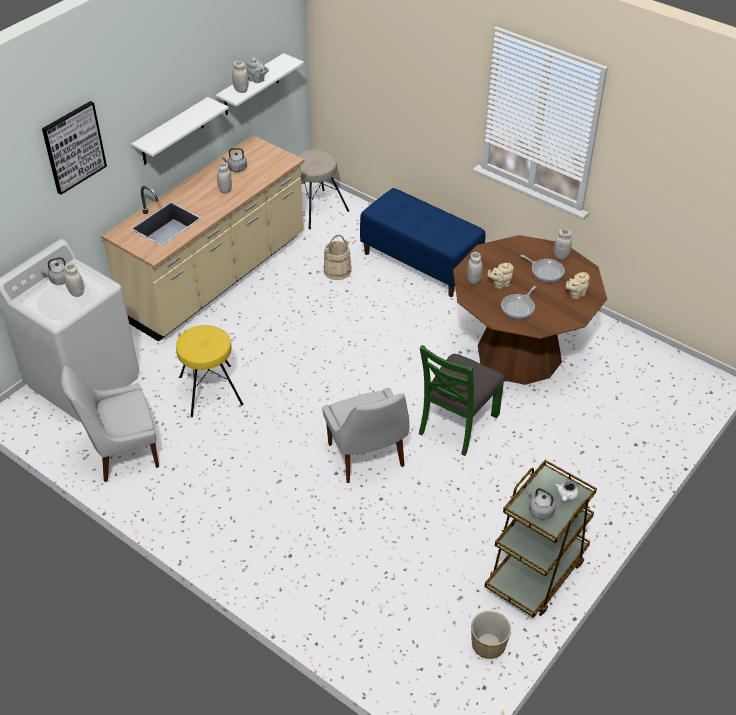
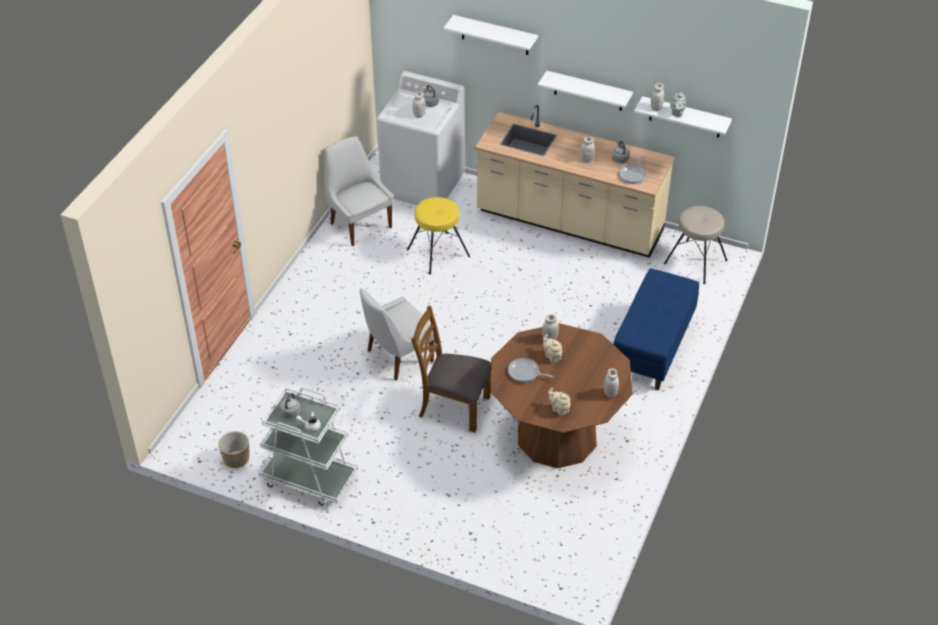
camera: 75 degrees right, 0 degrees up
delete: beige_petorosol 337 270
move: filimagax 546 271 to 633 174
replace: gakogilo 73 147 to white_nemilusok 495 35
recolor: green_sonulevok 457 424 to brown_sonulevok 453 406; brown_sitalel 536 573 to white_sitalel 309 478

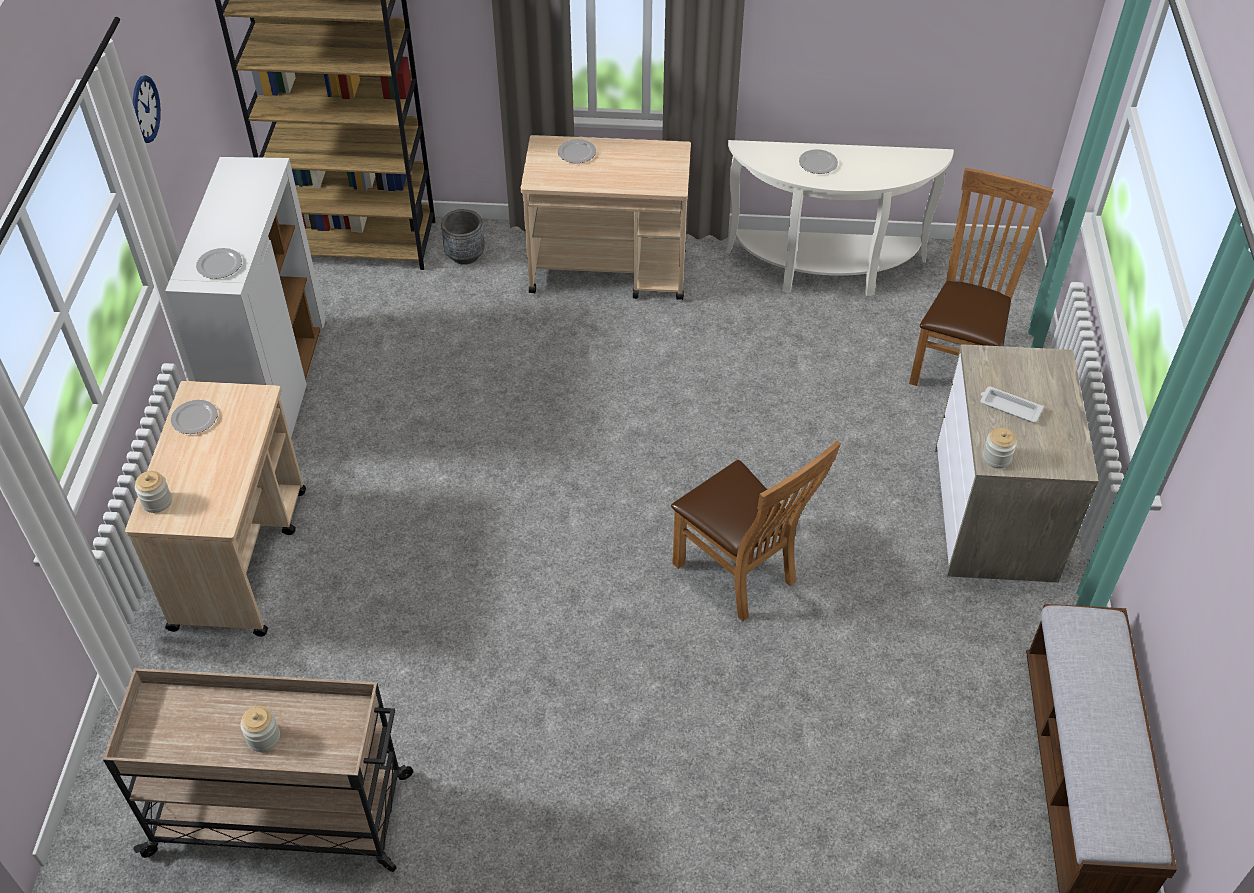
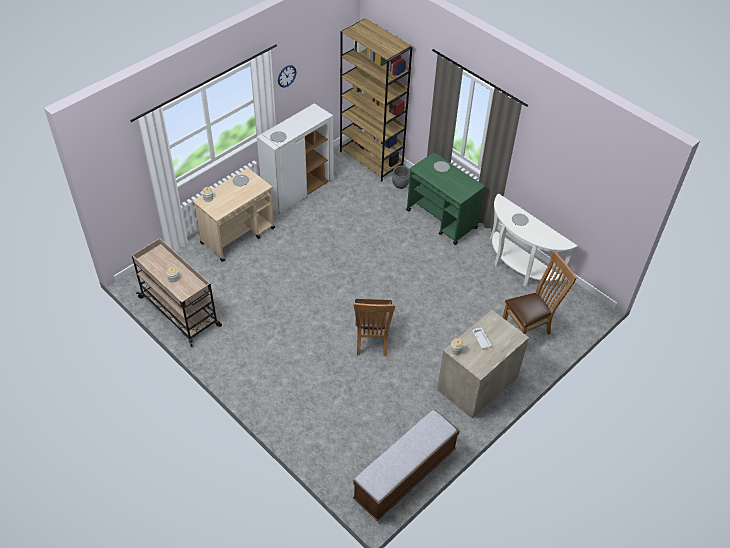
camera: 40 degrees right, 0 degrees up
recolor: beige_sitalel 610 271 to green_sitalel 442 219

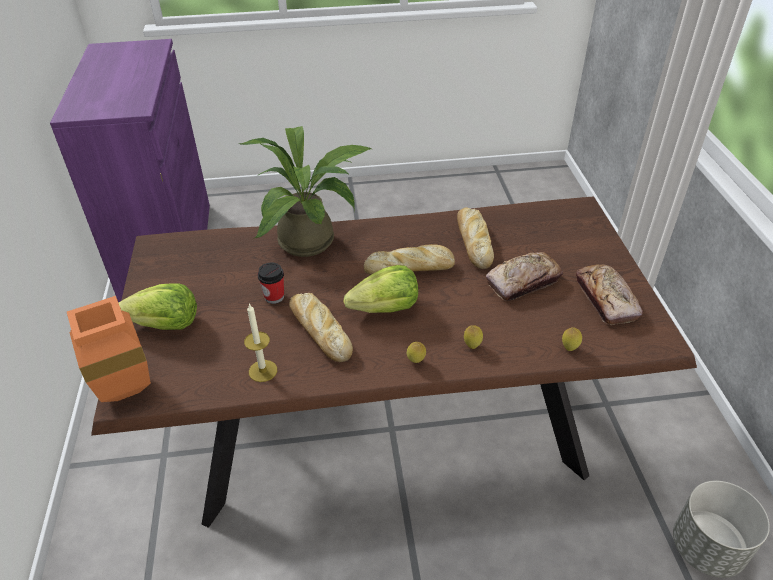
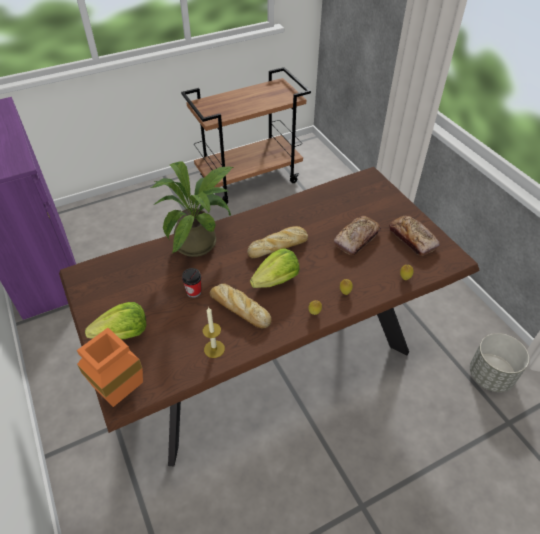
camera: 20 degrees left, 5 degrees up
delete: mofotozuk 473 241
insert: brown_sitalel 250 179

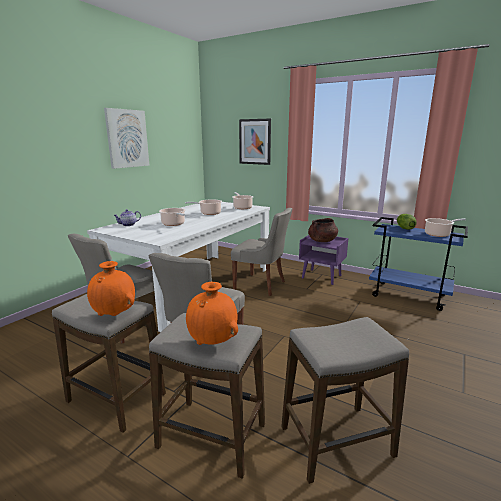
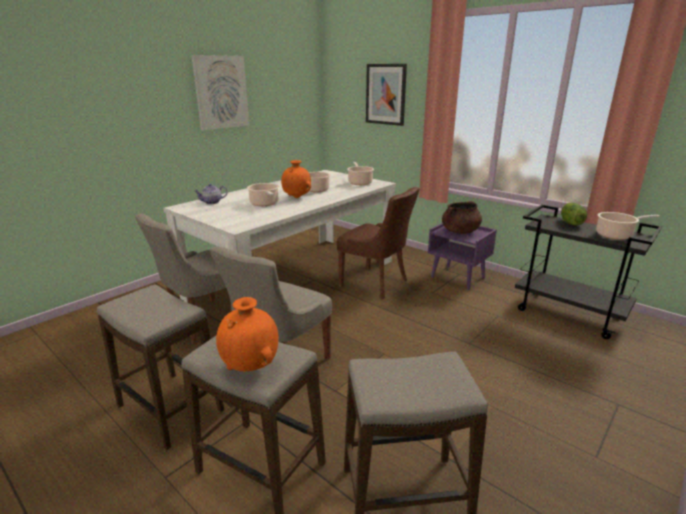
camera: 10 degrees right, 5 degrees up
move: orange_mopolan 115 314 to 297 197
recolor: grey_sonulevok 261 285 to brown_sonulevok 375 283; blue_sitalel 409 296 to black_sitalel 569 314

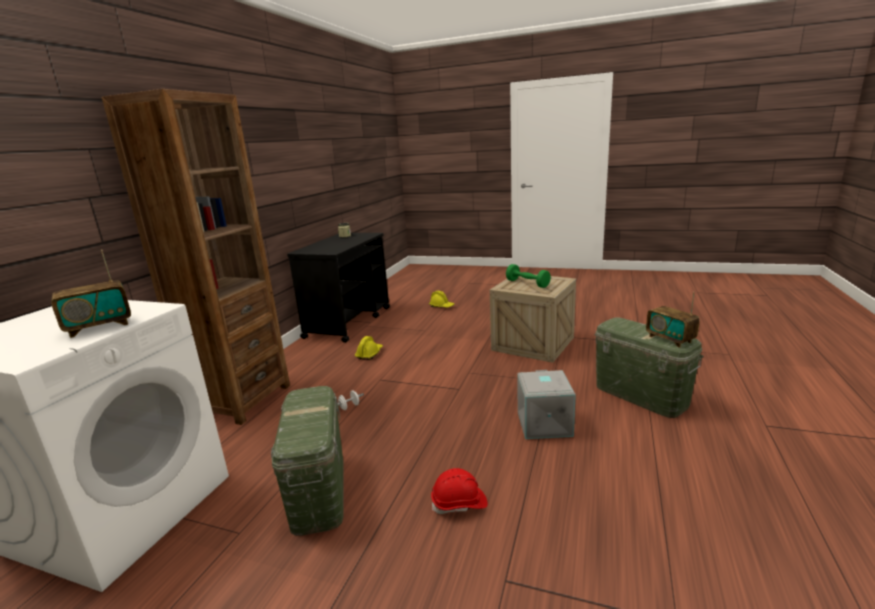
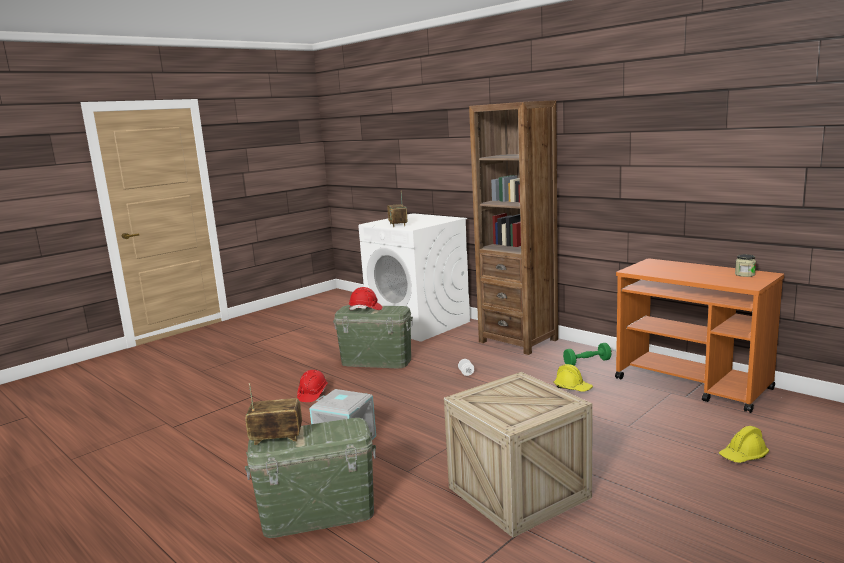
camera: 115 degrees right, 5 degrees down
insert: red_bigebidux 365 309
move: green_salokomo 527 283 to 587 362
recolor: black_sitalel 349 322 to orange_sitalel 693 384

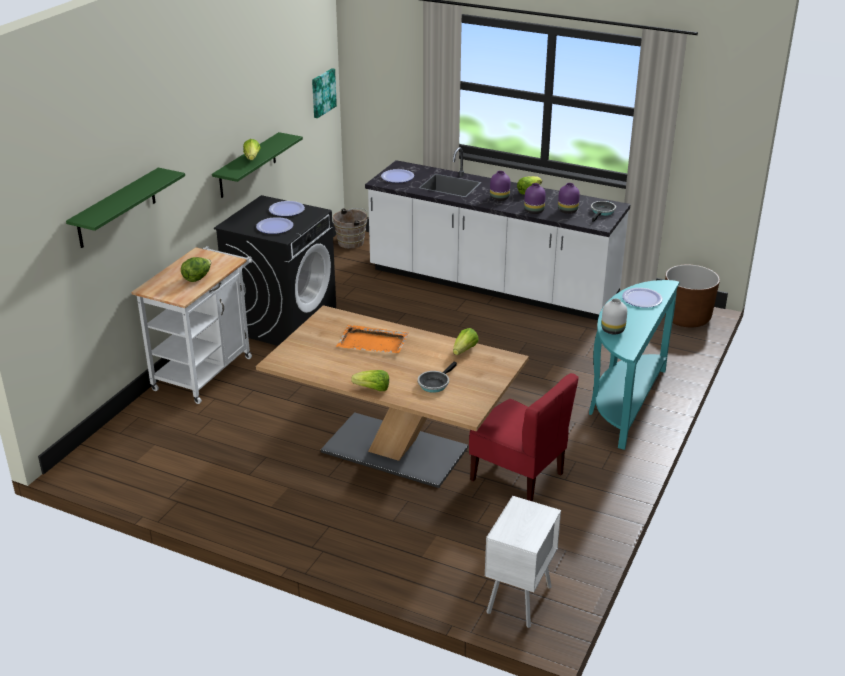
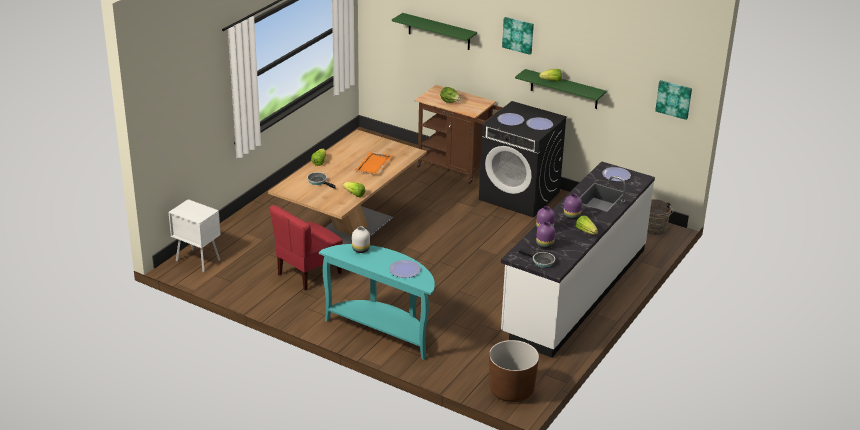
camera: 95 degrees right, 0 degrees up
insert: gakogilo 518 35
recolor: white_sitalel 206 370 to brown_sitalel 457 169

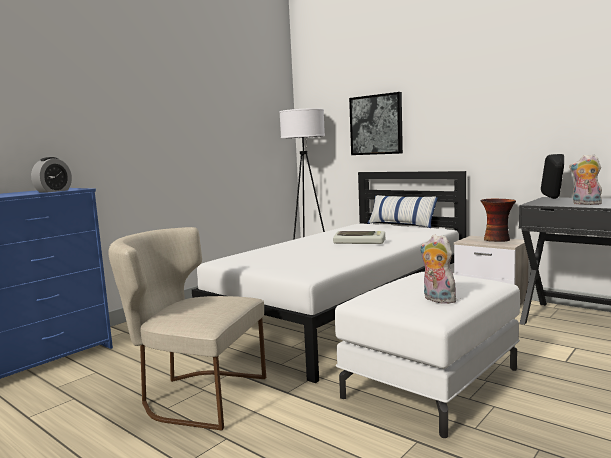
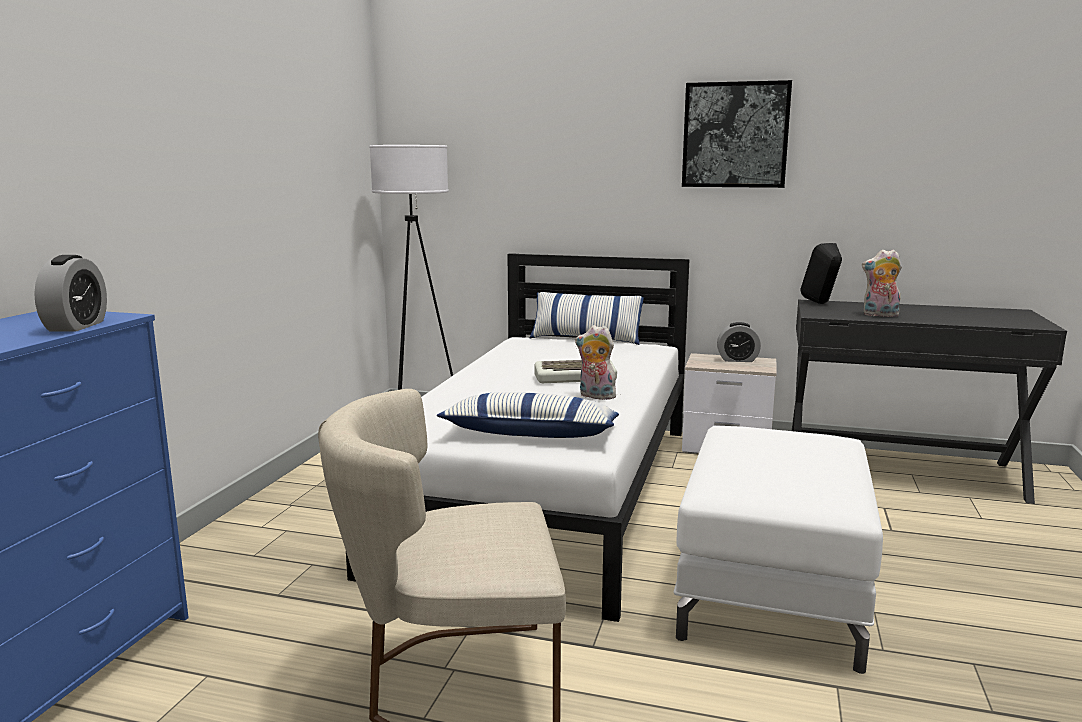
camera: 25 degrees left, 5 degrees up
insert: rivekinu 531 434
move: gakogilo 376 125 to 735 135; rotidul 437 300 to 595 396
replace: mopolan 497 239 to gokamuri 737 360

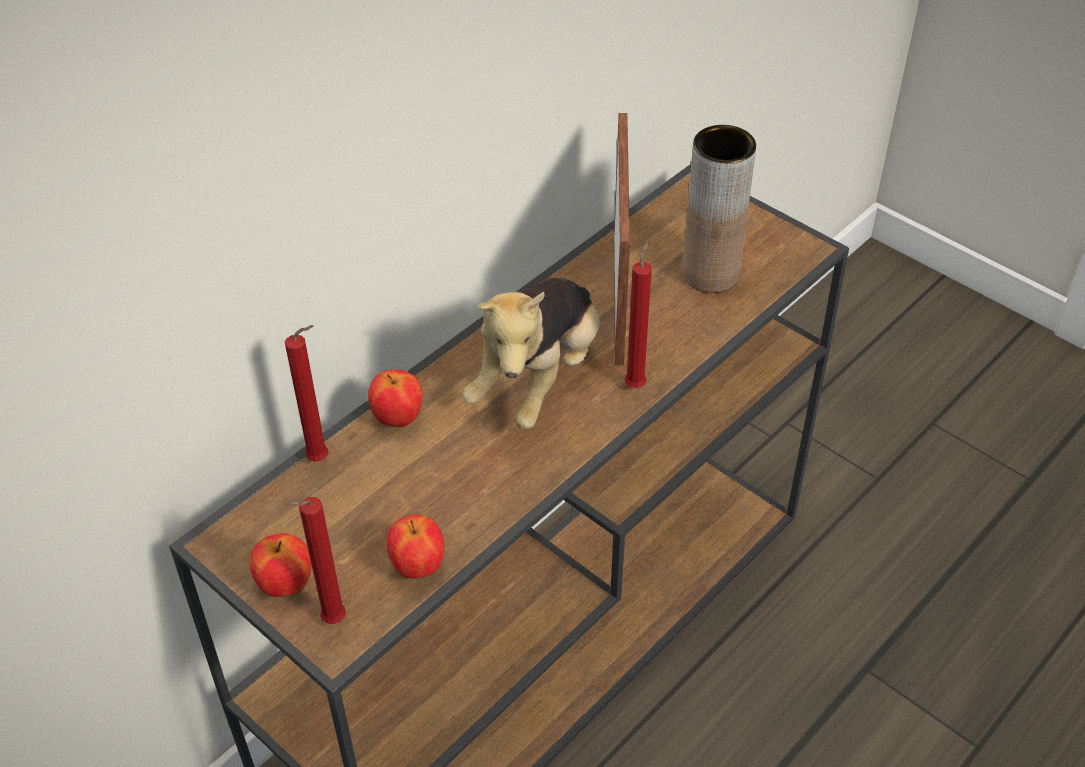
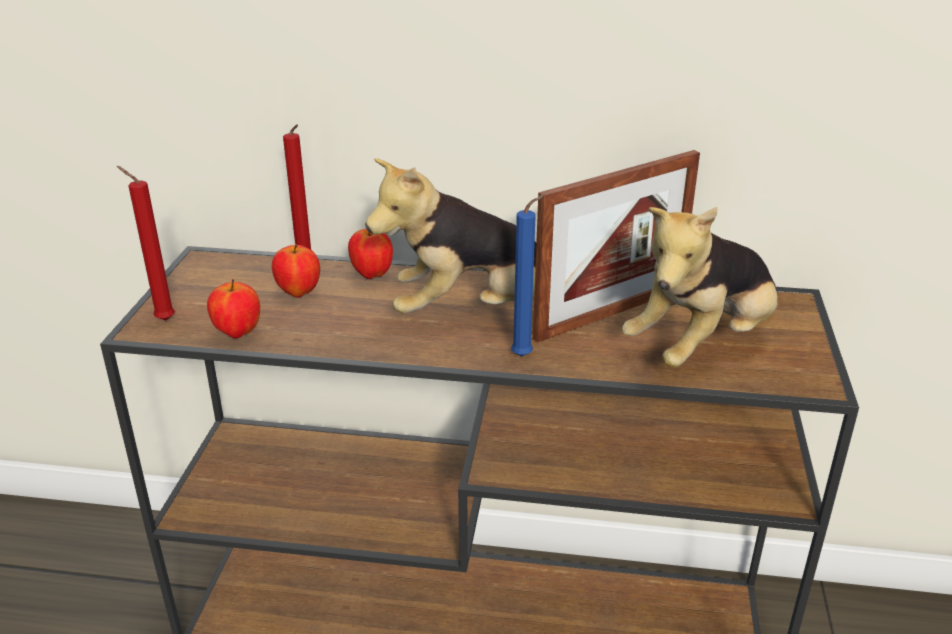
camera: 55 degrees right, 15 degrees down
move: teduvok 286 585 to 298 293
replace: brown_mopolan 710 274 to rotidul 702 345
recolor: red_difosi 636 384 to blue_difosi 525 356

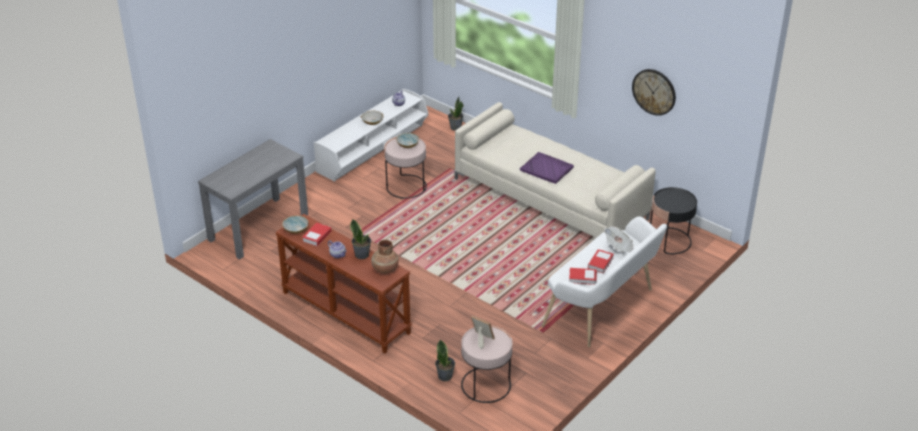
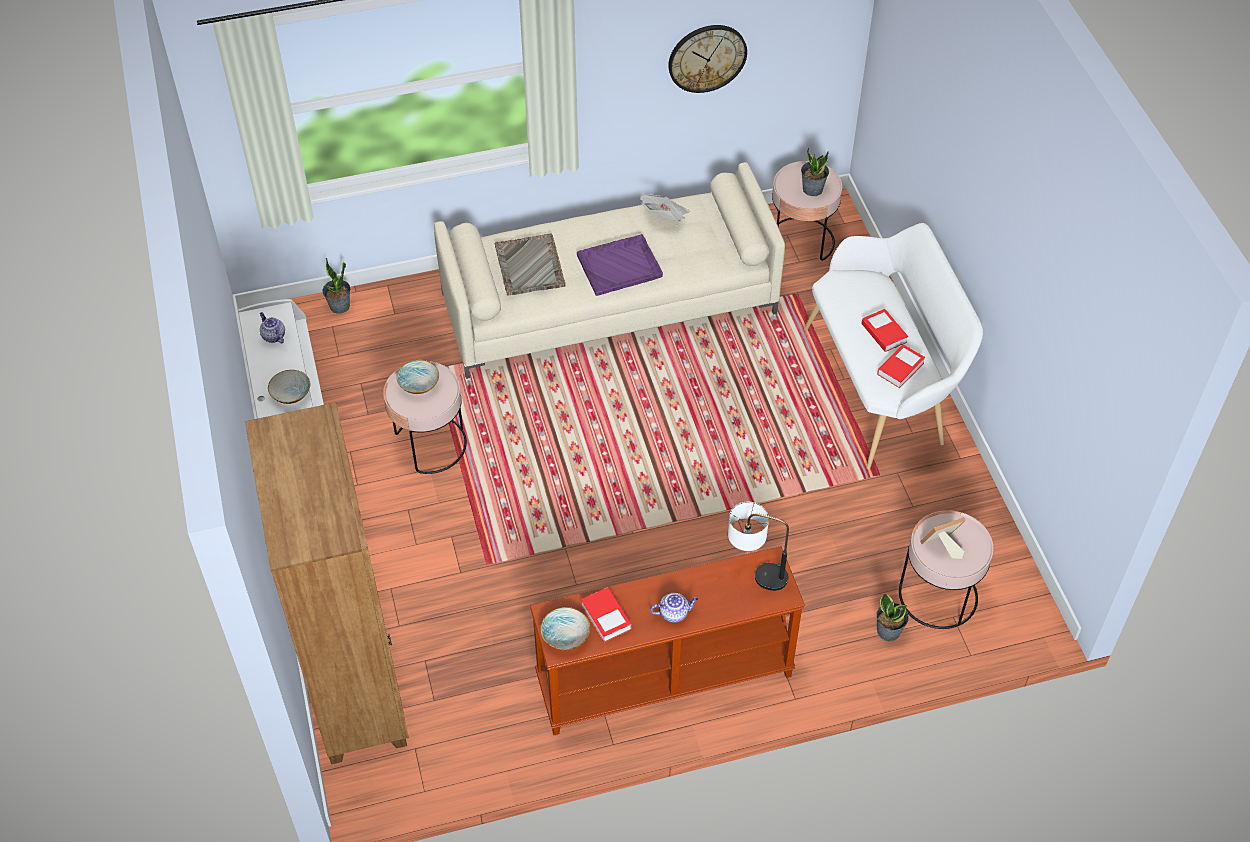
camera: 55 degrees left, 15 degrees up
insert: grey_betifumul 529 266
move: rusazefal 362 254 to 812 189; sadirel 619 247 to 665 216
replace: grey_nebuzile 258 227 to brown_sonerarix 357 686; brown_mopolan 385 269 to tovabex 755 573
recolor: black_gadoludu 669 241 to pink_gadoludu 801 241

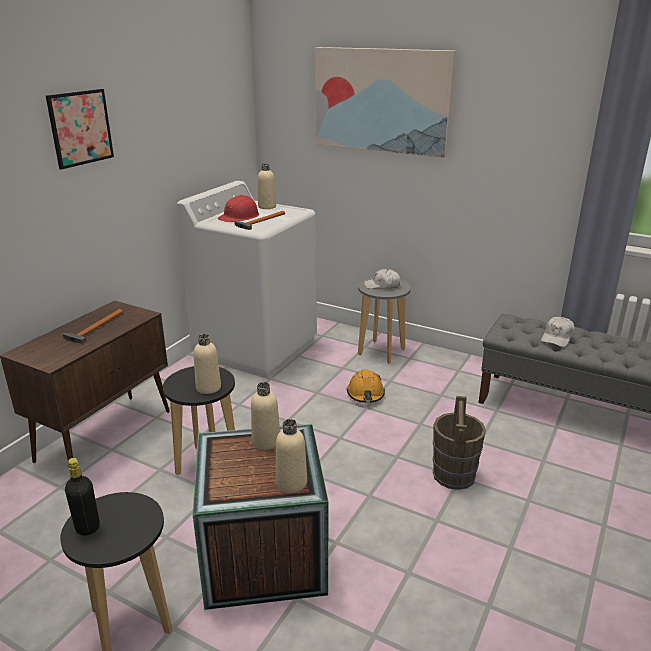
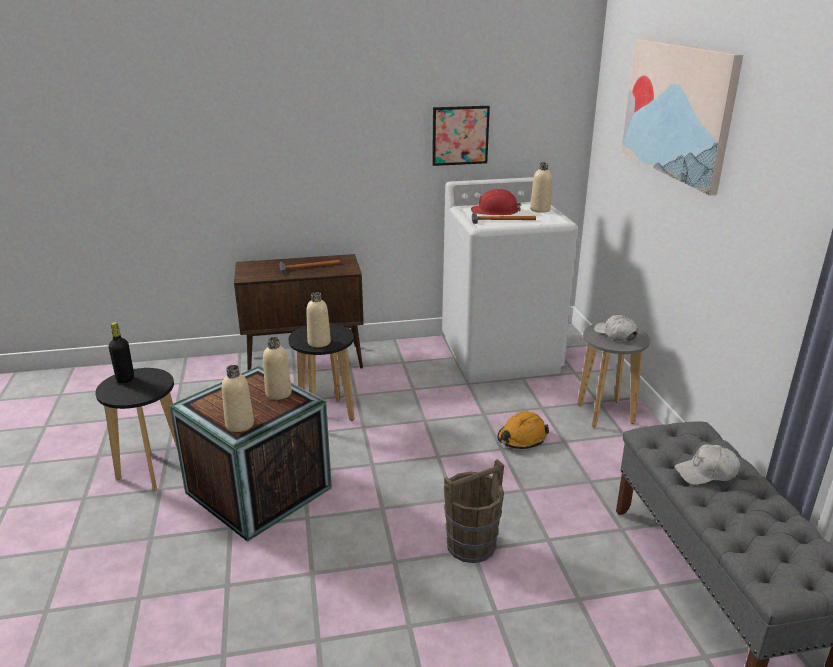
camera: 50 degrees right, 0 degrees up
move: gakogilo 80 128 to 460 135

